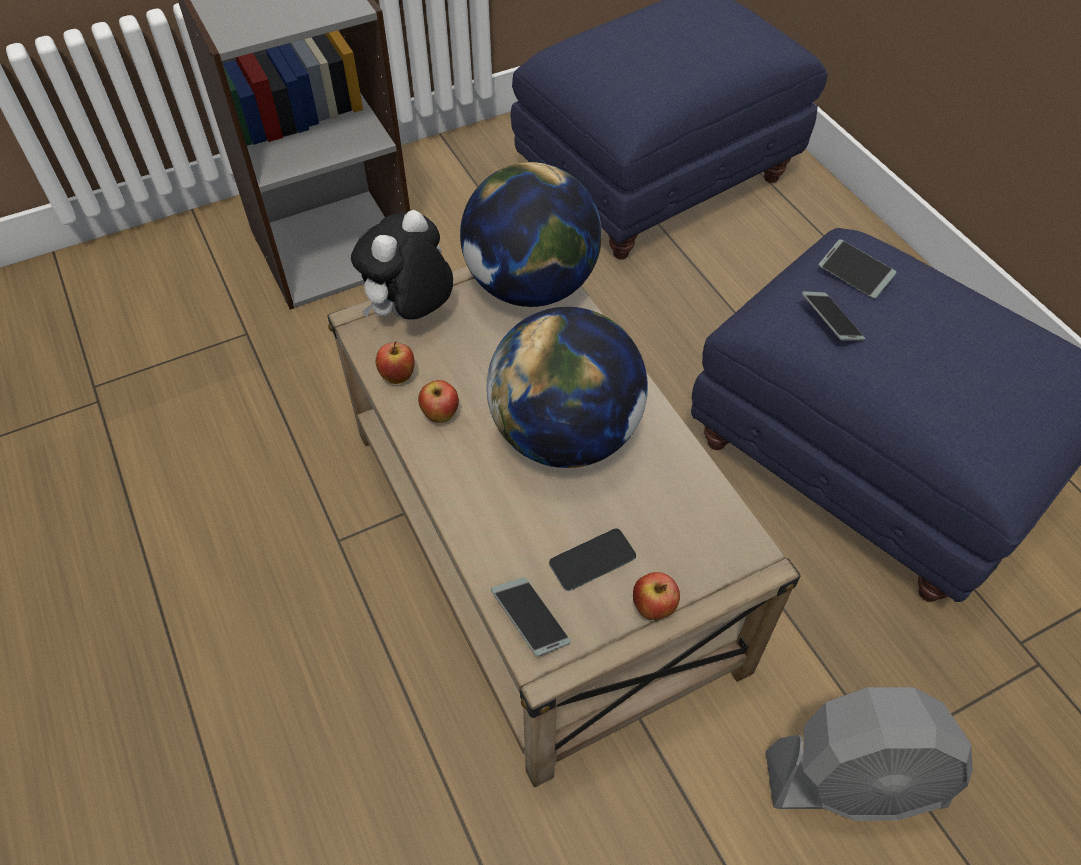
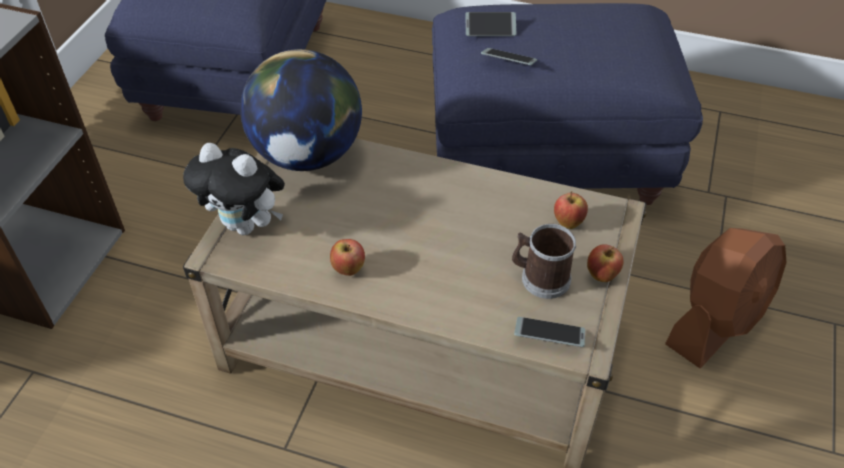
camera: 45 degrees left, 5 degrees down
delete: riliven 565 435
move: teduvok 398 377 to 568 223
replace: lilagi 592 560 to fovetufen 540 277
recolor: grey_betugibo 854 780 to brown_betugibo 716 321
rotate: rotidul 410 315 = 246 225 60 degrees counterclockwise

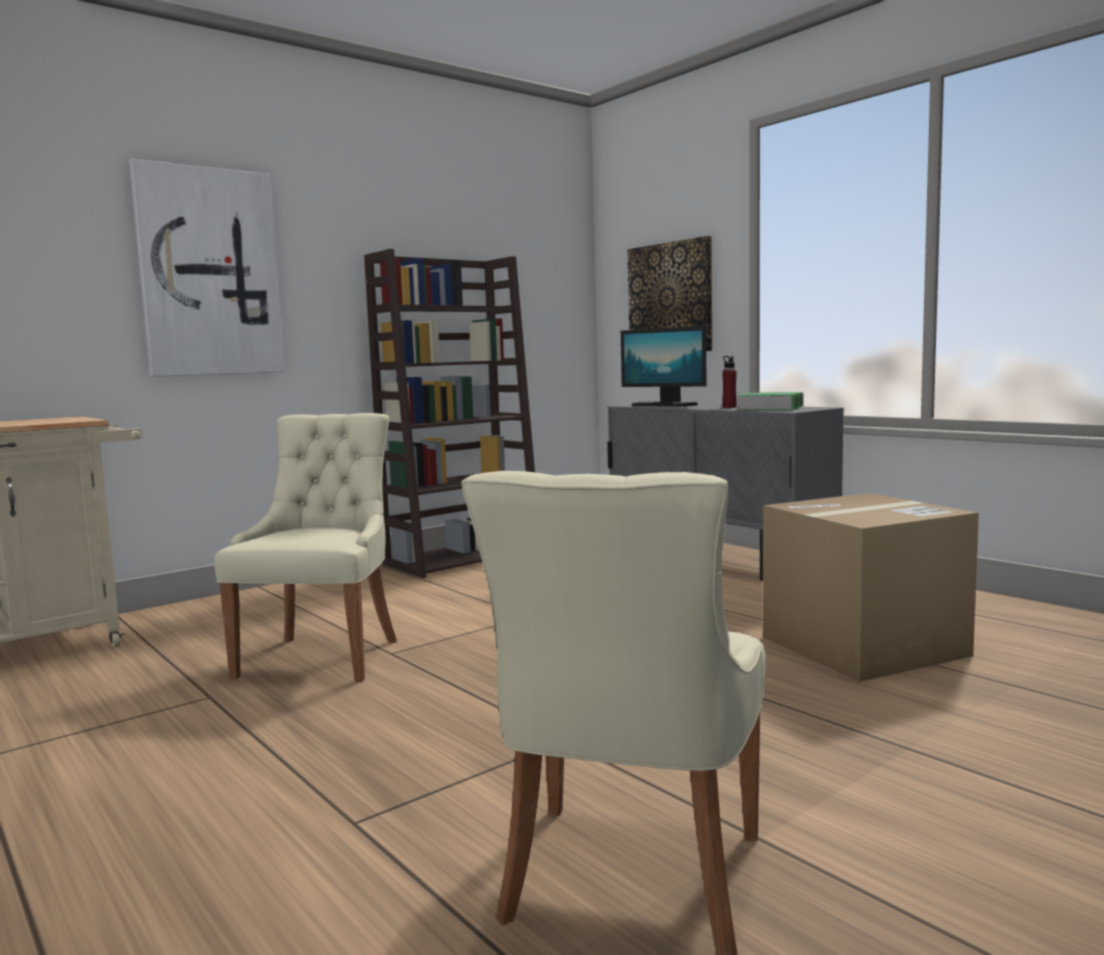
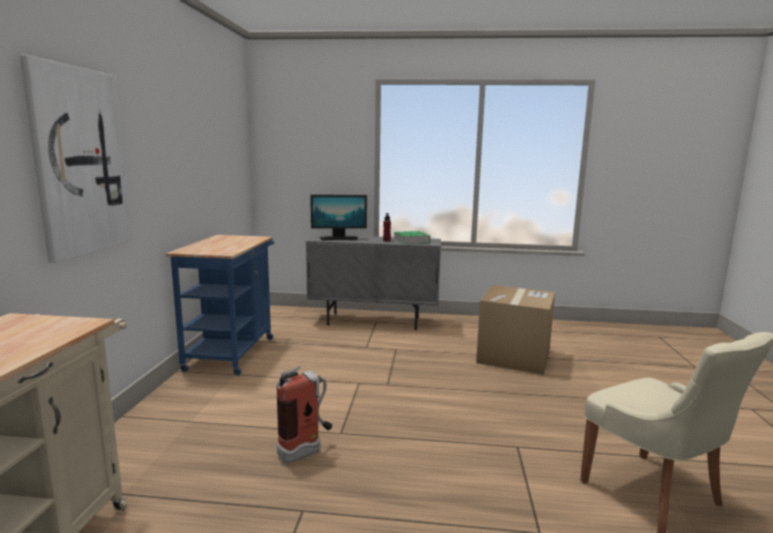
camera: 45 degrees left, 5 degrees up
delete: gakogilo 670 298
replace: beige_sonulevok 323 656 to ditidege 306 451; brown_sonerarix 464 558 to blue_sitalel 232 351

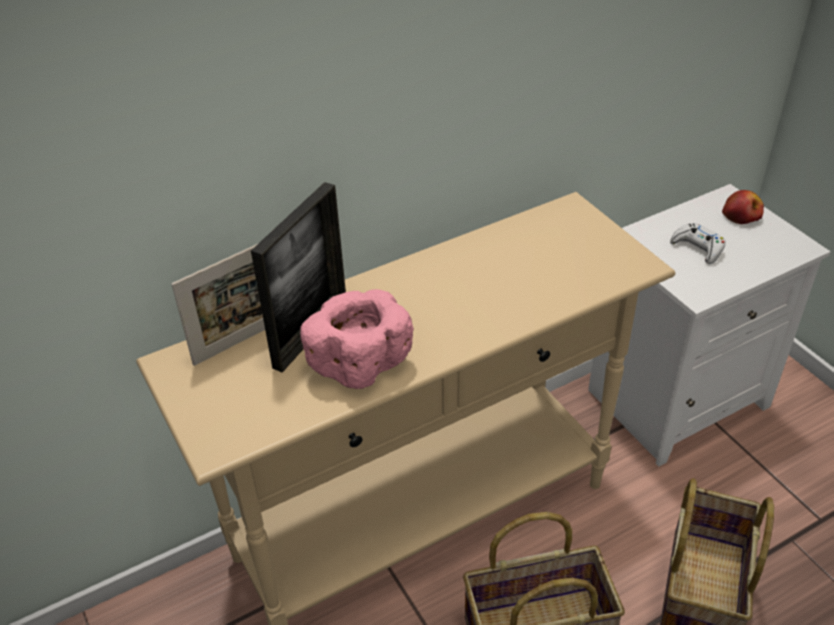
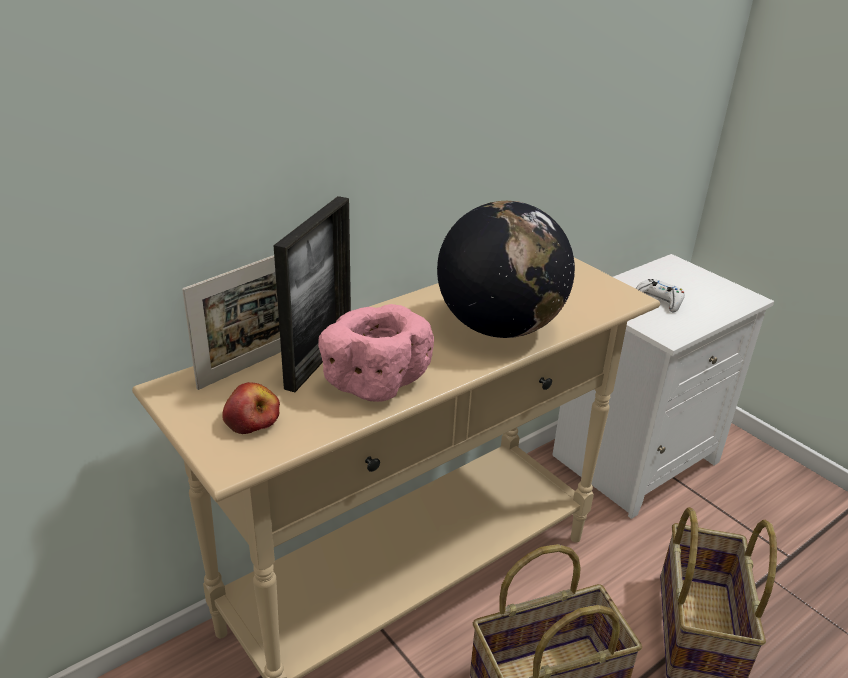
camera: 10 degrees left, 10 degrees down
insert: riliven 499 327
move: teduvok 741 215 to 252 420

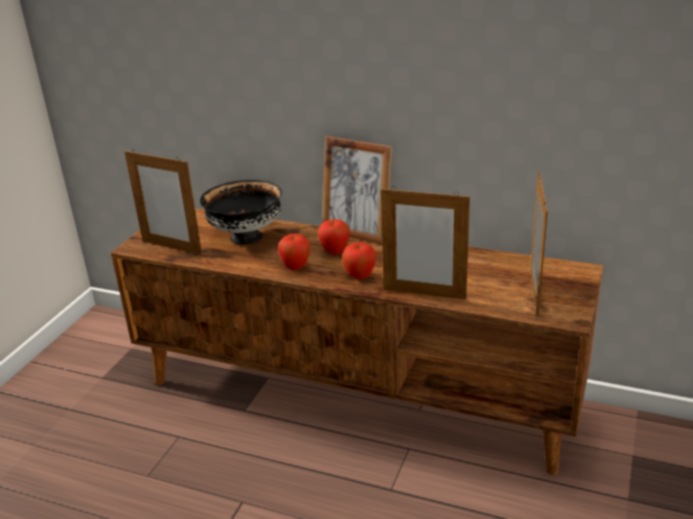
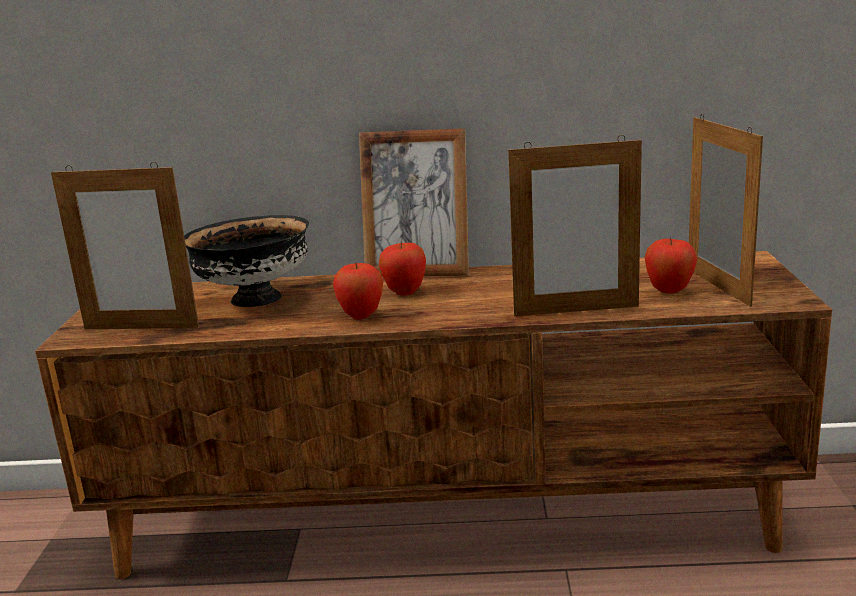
camera: 20 degrees left, 10 degrees down
move: teduvok 360 276 to 669 291

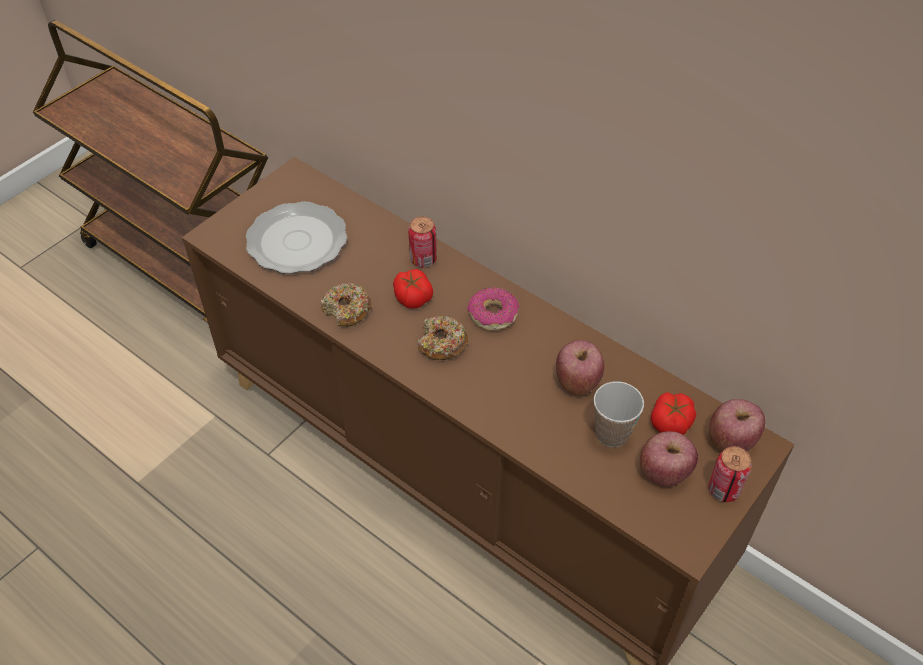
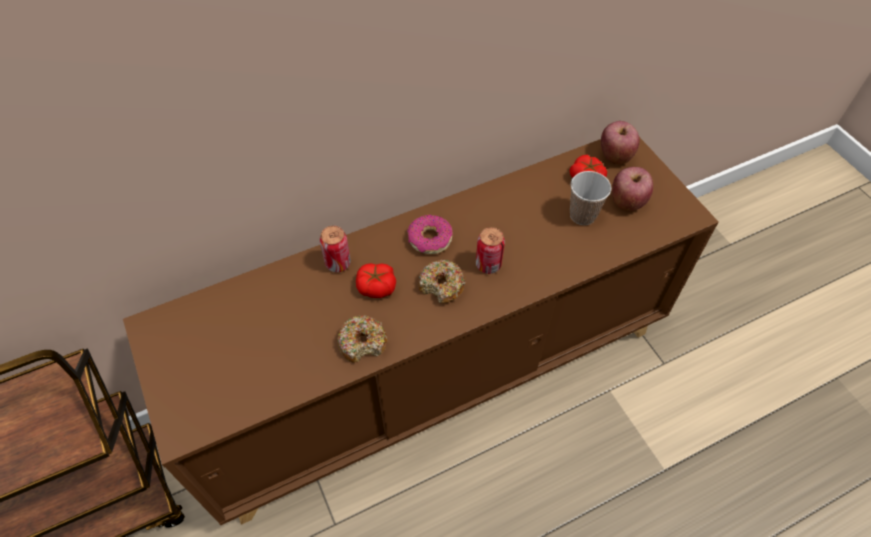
camera: 65 degrees left, 5 degrees up
delete: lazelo 298 241; teduvok 577 382
move: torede 723 490 to 488 265

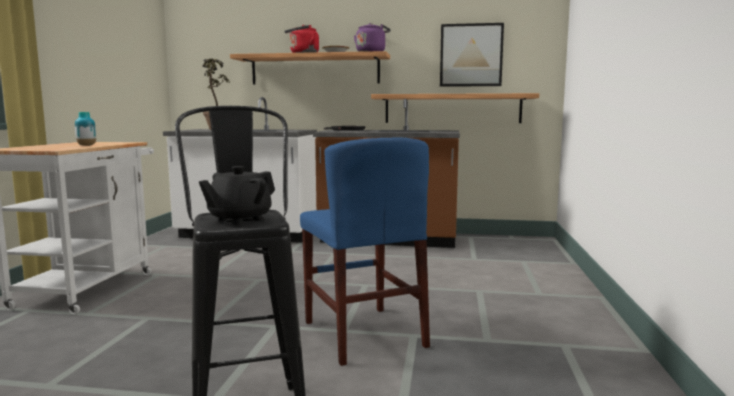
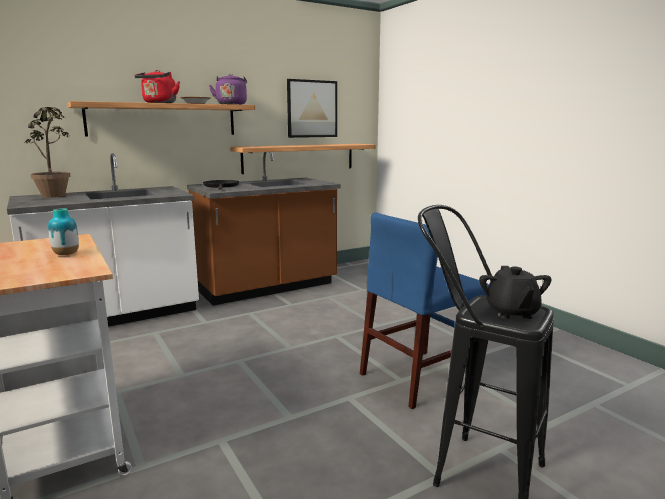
camera: 40 degrees left, 5 degrees up
rotate: blue_sonulevok 363 334 = 418 377 120 degrees clockwise

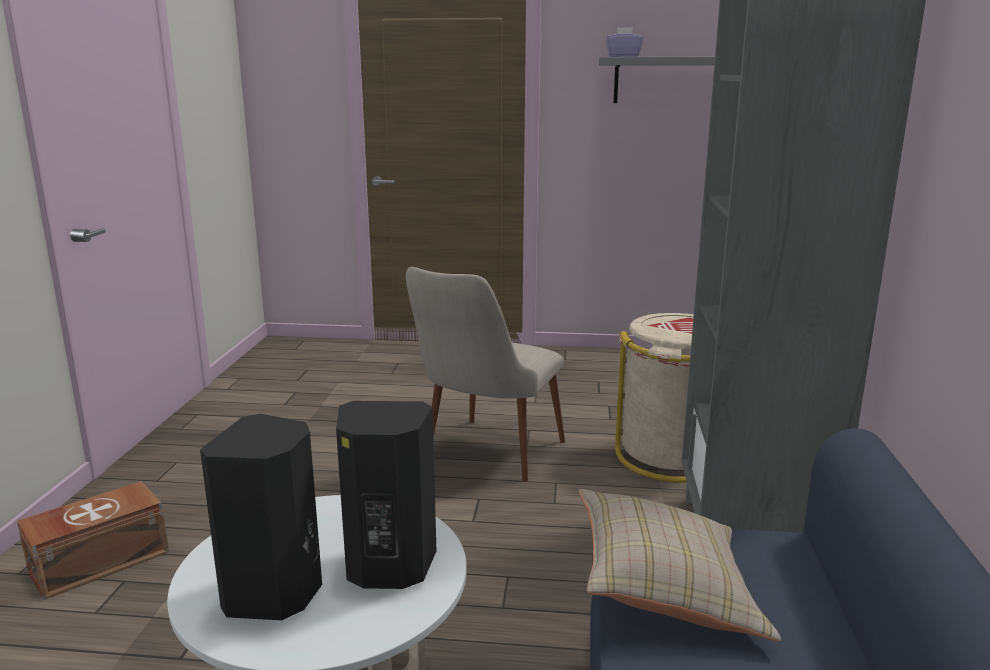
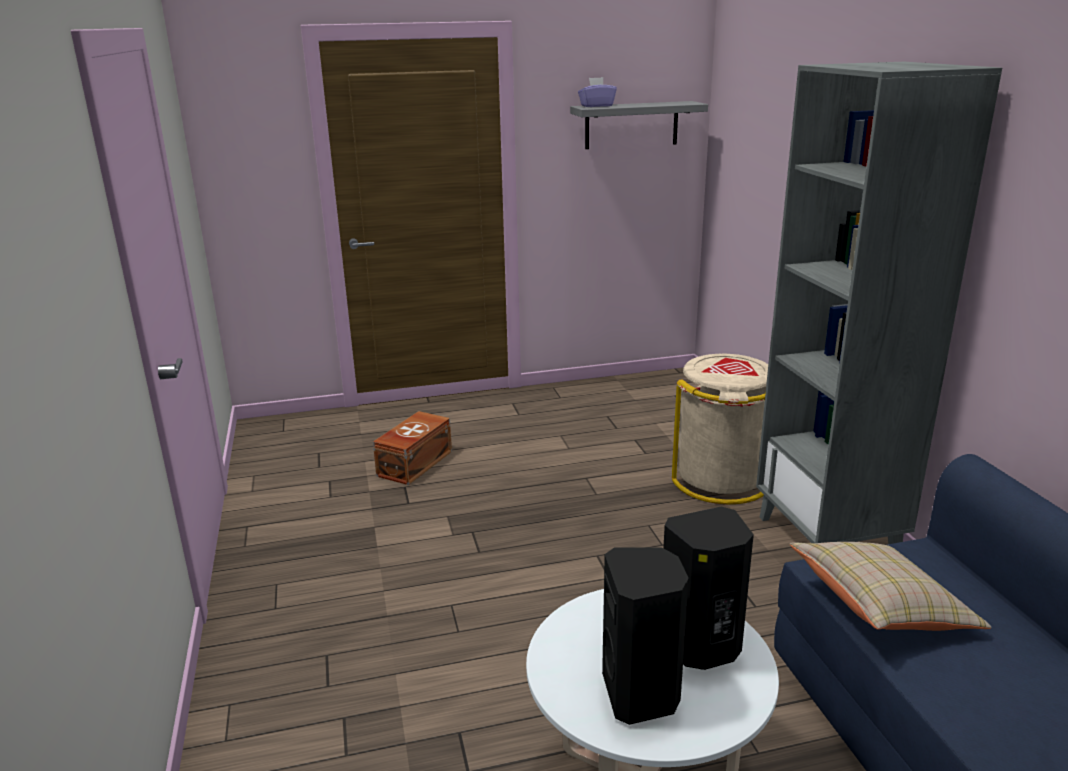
camera: 20 degrees left, 5 degrees up
delete: beige_sonulevok 485 459
move: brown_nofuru 97 562 to 413 463

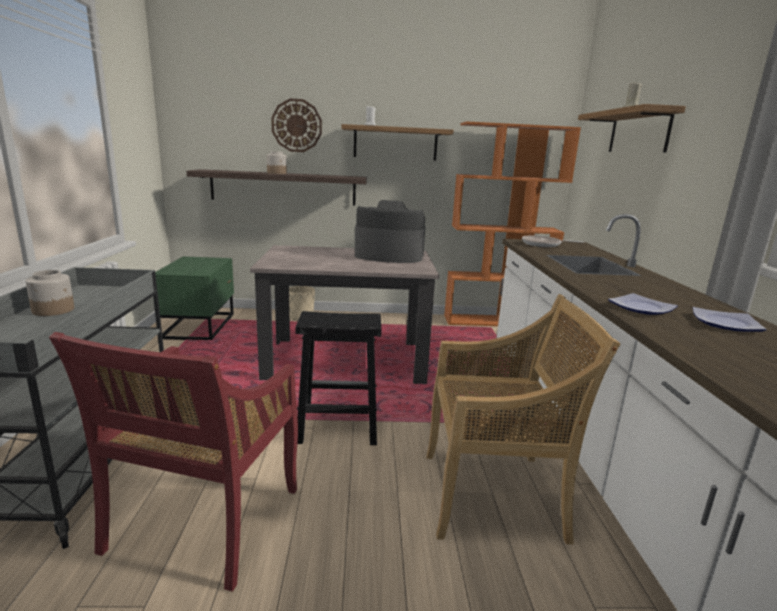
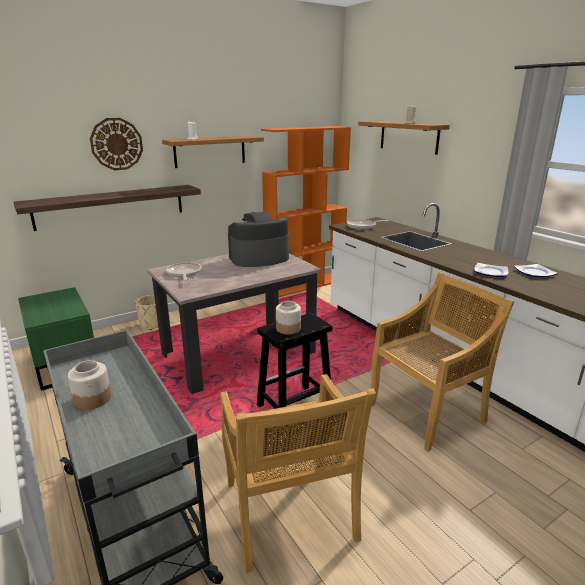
camera: 30 degrees left, 5 degrees up
insert: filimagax 184 274
move: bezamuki 277 173 to 288 328
recolor: red_sonulevok 204 522 to beige_sonulevok 290 513

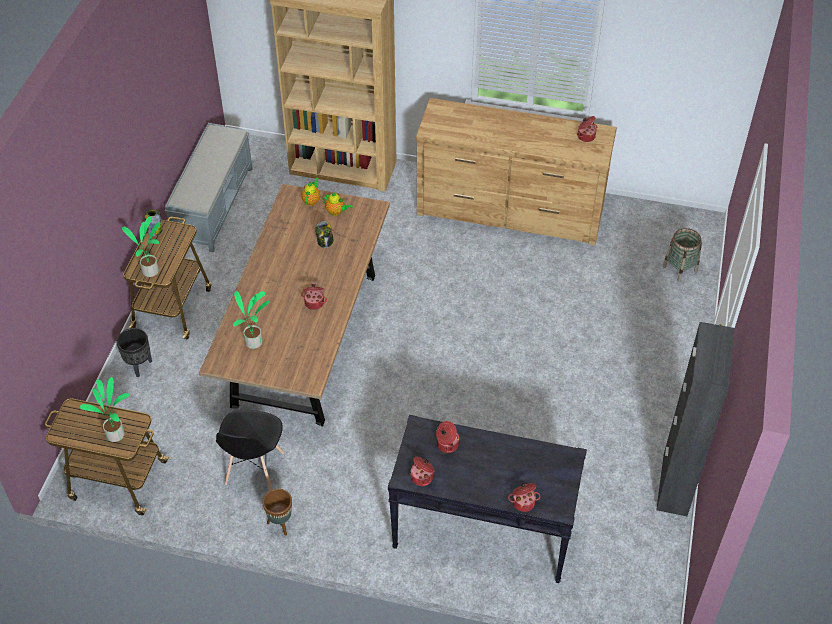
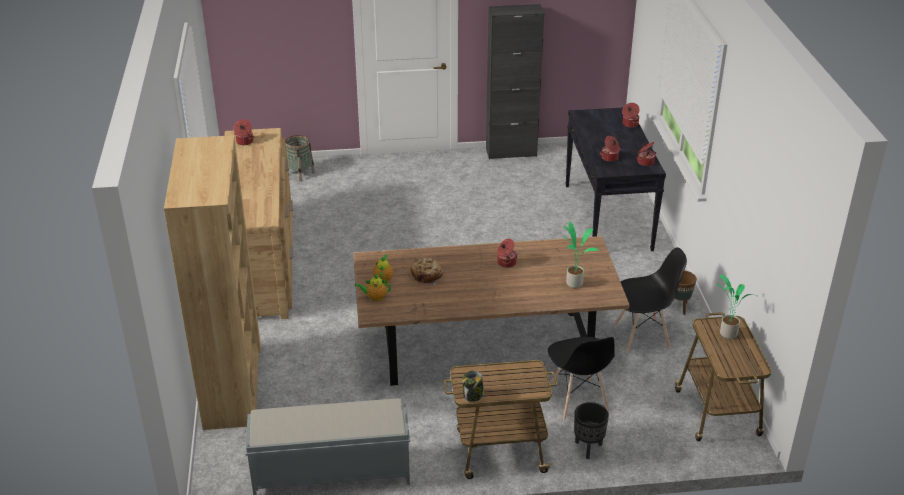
camera: 110 degrees left, 15 degrees down
delete: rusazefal 152 271
insert: black_sonulevok 577 400
replace: bezamuki 325 241 to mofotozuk 427 275

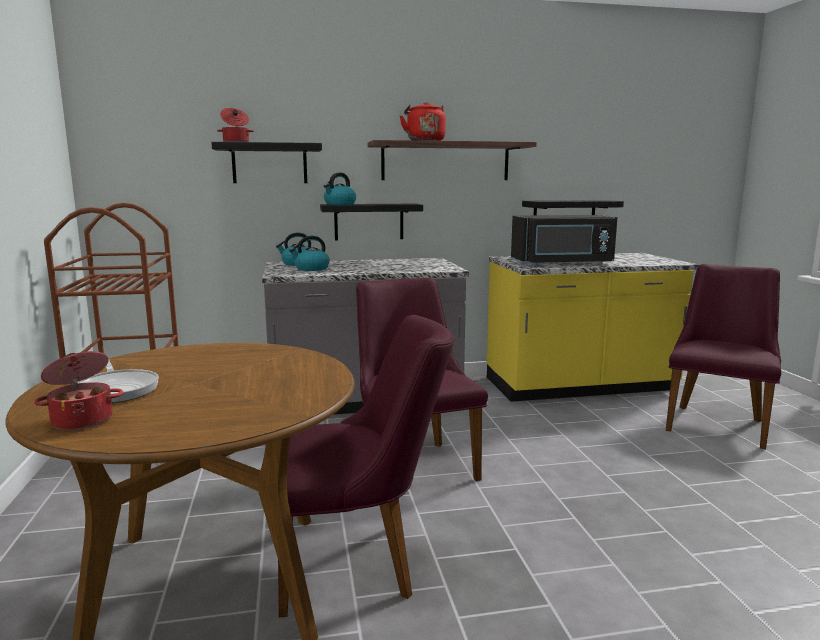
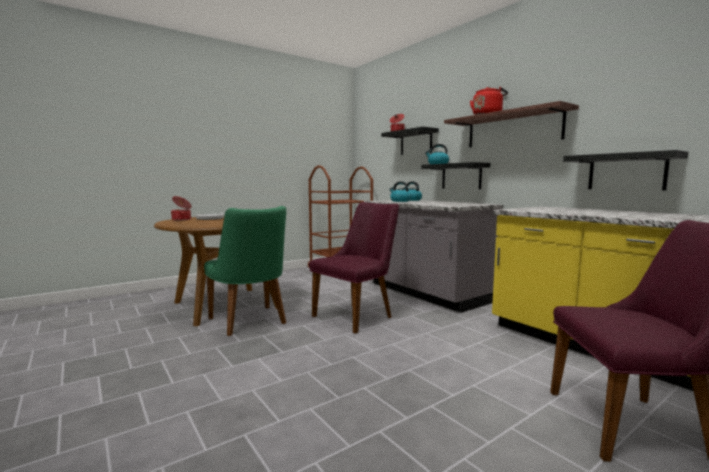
camera: 65 degrees right, 5 degrees down
delete: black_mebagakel 563 264
recolor: purple_sonulevok 359 563 to green_sonulevok 250 322

